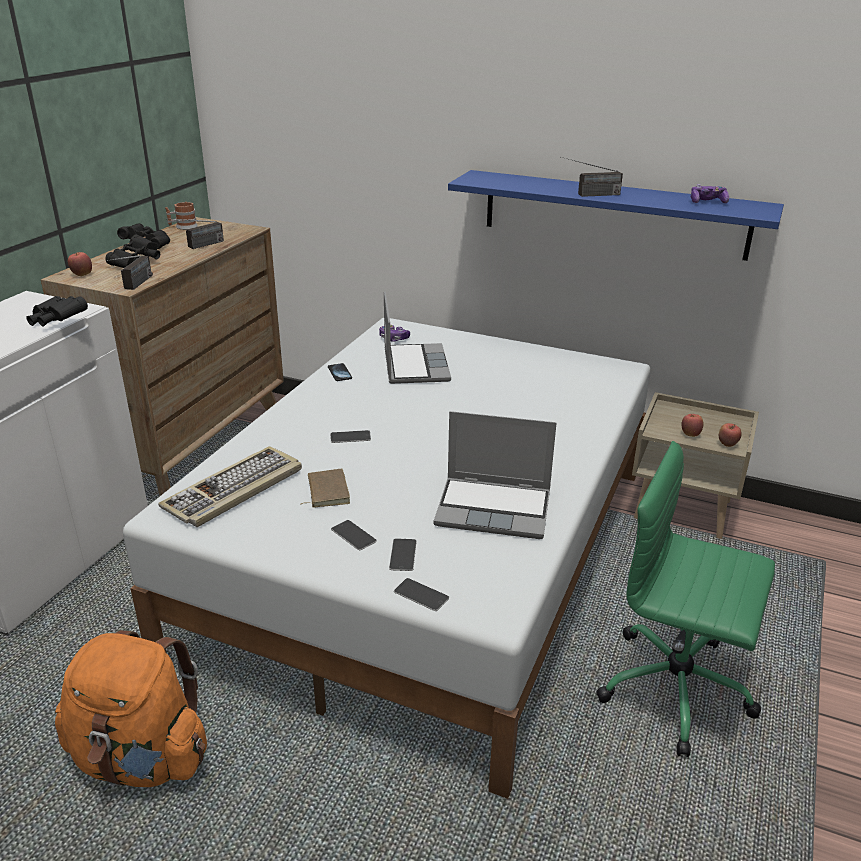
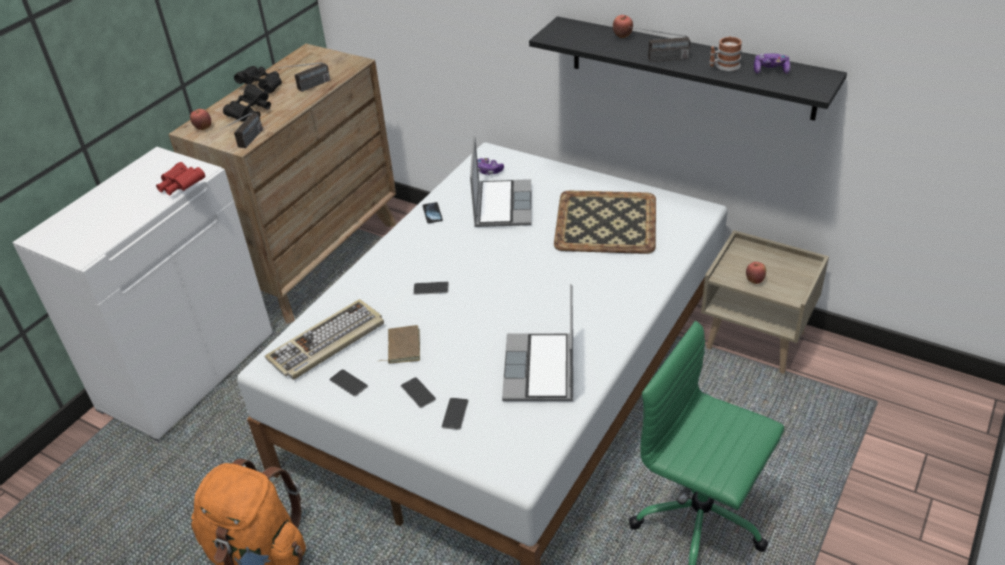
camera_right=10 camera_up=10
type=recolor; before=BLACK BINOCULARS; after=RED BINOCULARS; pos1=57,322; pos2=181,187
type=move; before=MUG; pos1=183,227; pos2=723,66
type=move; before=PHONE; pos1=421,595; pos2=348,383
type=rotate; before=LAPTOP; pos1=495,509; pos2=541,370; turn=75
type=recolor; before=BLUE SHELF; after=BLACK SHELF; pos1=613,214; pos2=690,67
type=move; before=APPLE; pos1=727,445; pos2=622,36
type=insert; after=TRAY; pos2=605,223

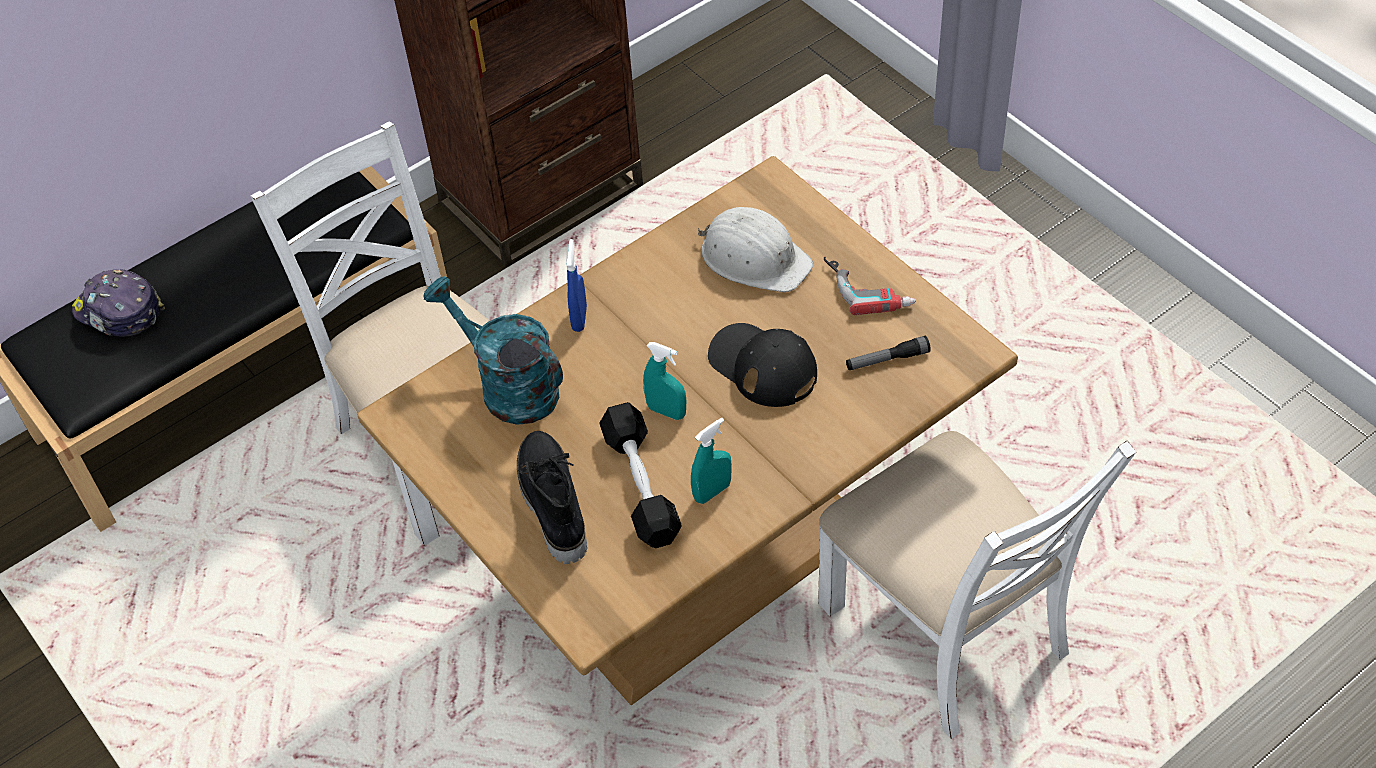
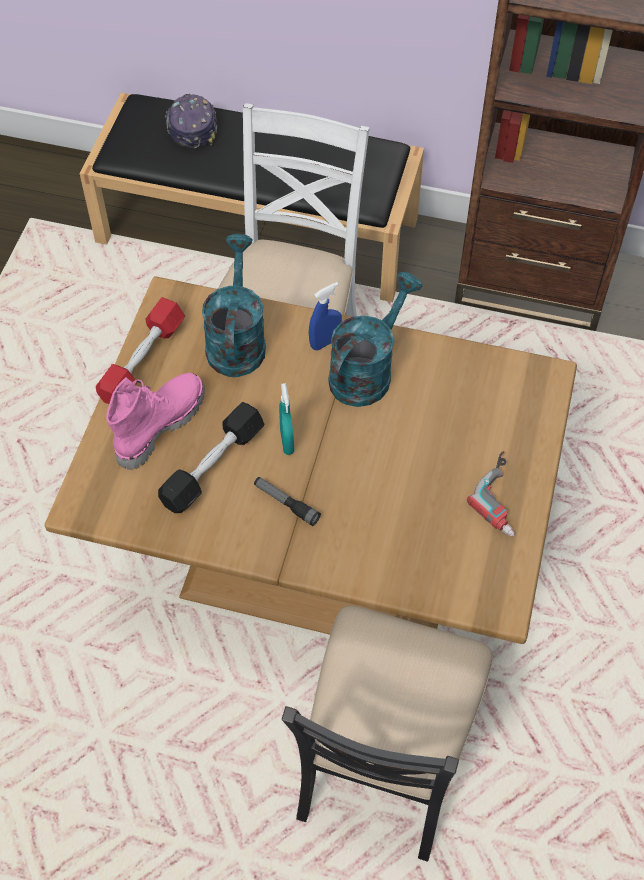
camera_right=50 camera_up=5
type=recolor; before=BLACK BOOT; after=PINK BOOT; pos1=551,504; pos2=159,425
type=delete; before=TURQUOISE SPRAY BOTTLE; pos1=712,492
type=delete; before=WHITE HARD HAT; pos1=754,257
type=delete; before=BLACK CAP; pos1=762,366
type=recolor; before=WHITE CHAIR; after=BLACK CHAIR; pos1=947,630; pos2=384,762
type=move; before=FLASHLIGHT; pos1=887,359; pos2=286,503
type=insert; after=RED DUMBBELL; pos2=143,361
type=insert; after=TURQUOISE WATERING CAN; pos2=367,371

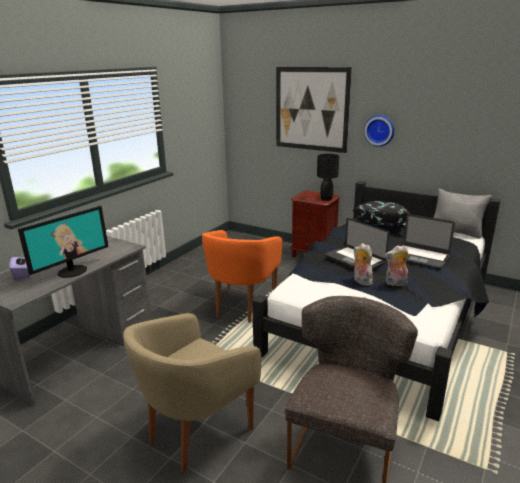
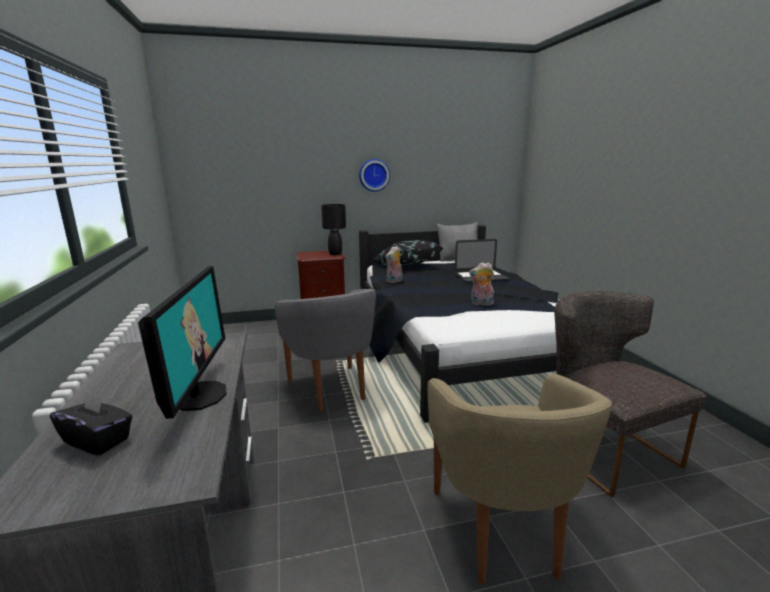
camera_right=-45 camera_up=-5
type=recolor; before=PURPLE TISSUE BOX; after=BLACK TISSUE BOX; pos1=23,274; pos2=98,440
type=recolor; before=ORANGE ARMCHAIR; after=GREY ARMCHAIR; pos1=242,306; pos2=331,389
type=delete; before=PICTURE; pos1=311,109
type=delete; before=LAPTOP; pos1=354,260
type=move; before=PLUSH TOY; pos1=395,284; pos2=394,281

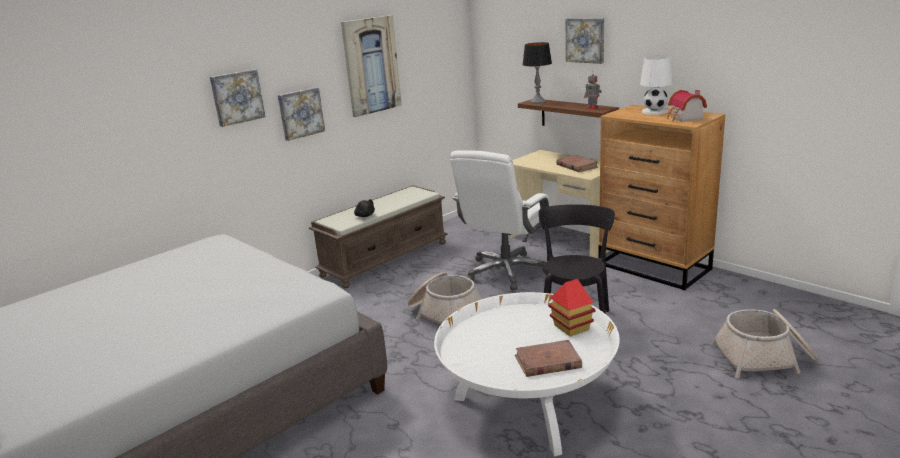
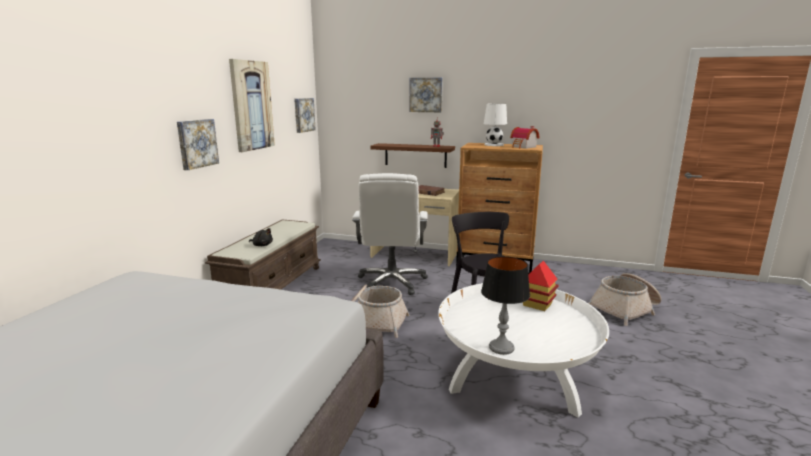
camera_right=-30 camera_up=-5
type=move; before=PICTURE; pos1=237,97; pos2=303,115
type=delete; before=BROWN BOOK; pos1=547,362
type=move; before=TABLE LAMP; pos1=537,102; pos2=501,348

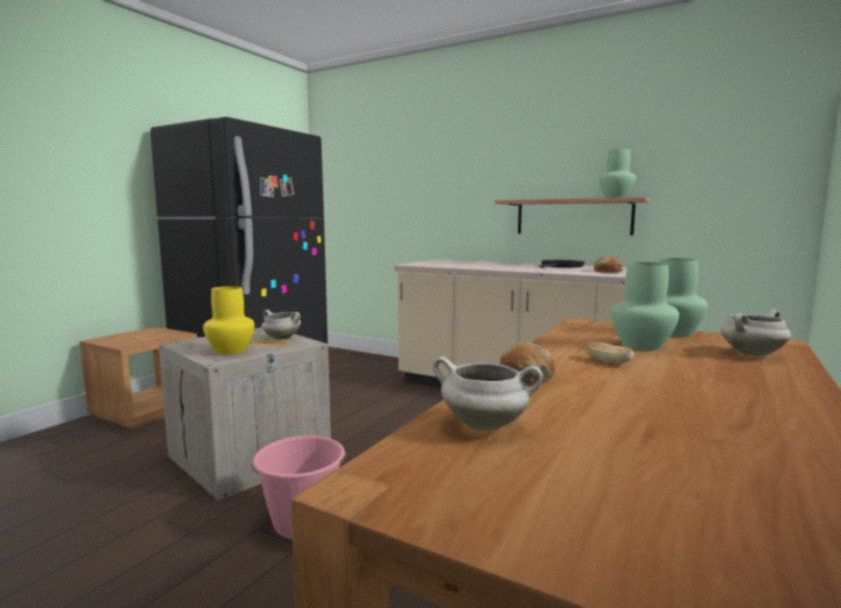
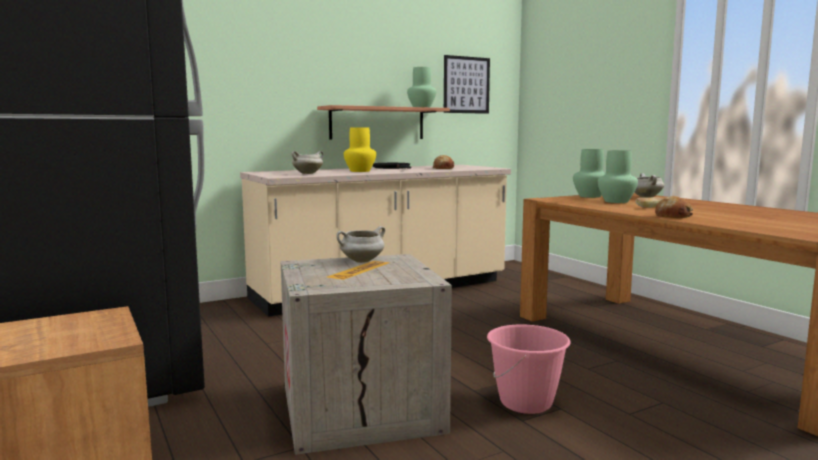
camera_right=-60 camera_up=0
type=move; before=YELLOW VASE; pos1=231,350; pos2=359,171
type=move; before=WHITE COOKING POT; pos1=486,425; pos2=308,173
type=insert; after=PICTURE; pos2=466,85

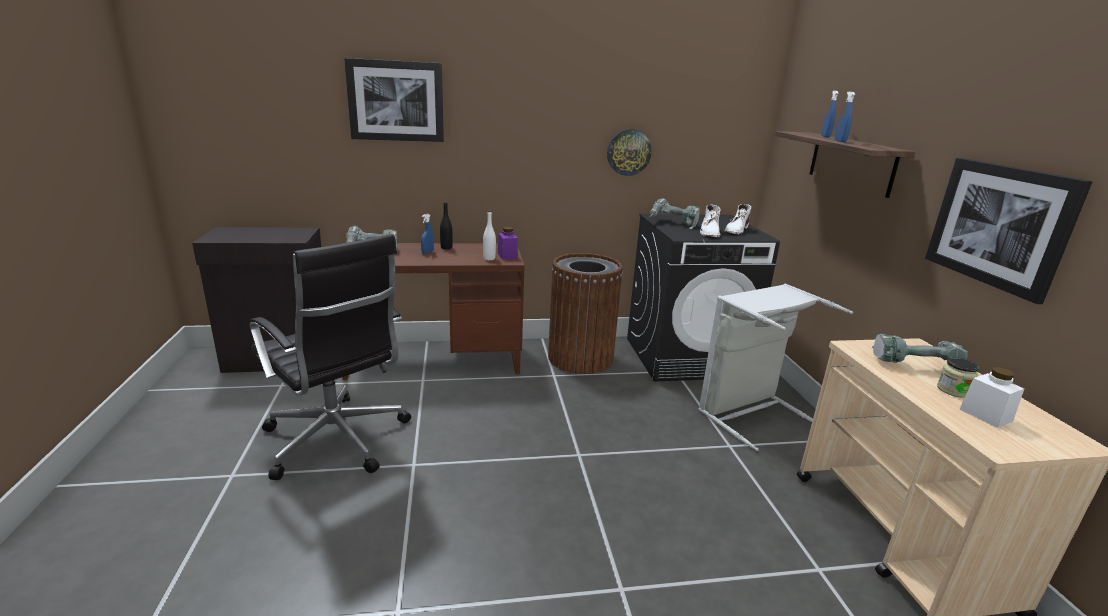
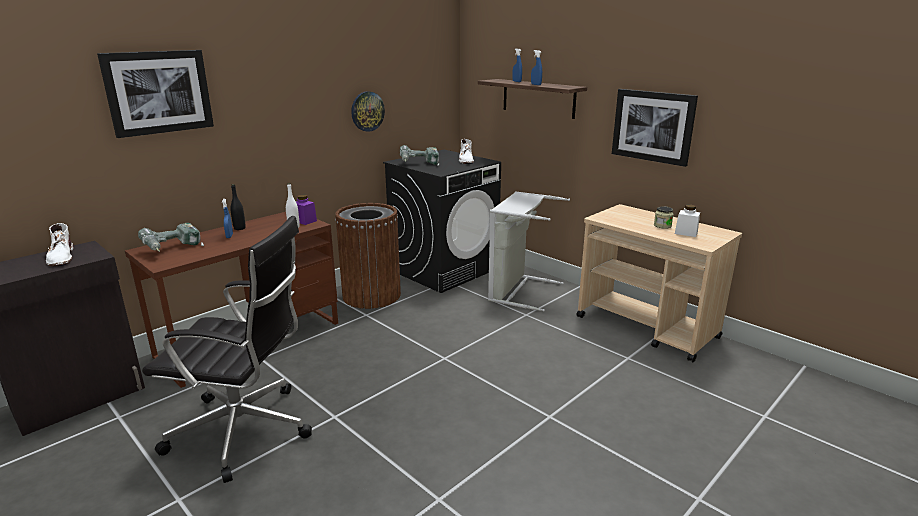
camera_right=-35 camera_up=0
type=move; before=WHITE BOOT; pos1=709,232; pos2=61,257
type=delete; before=POWER DRILL; pos1=912,363

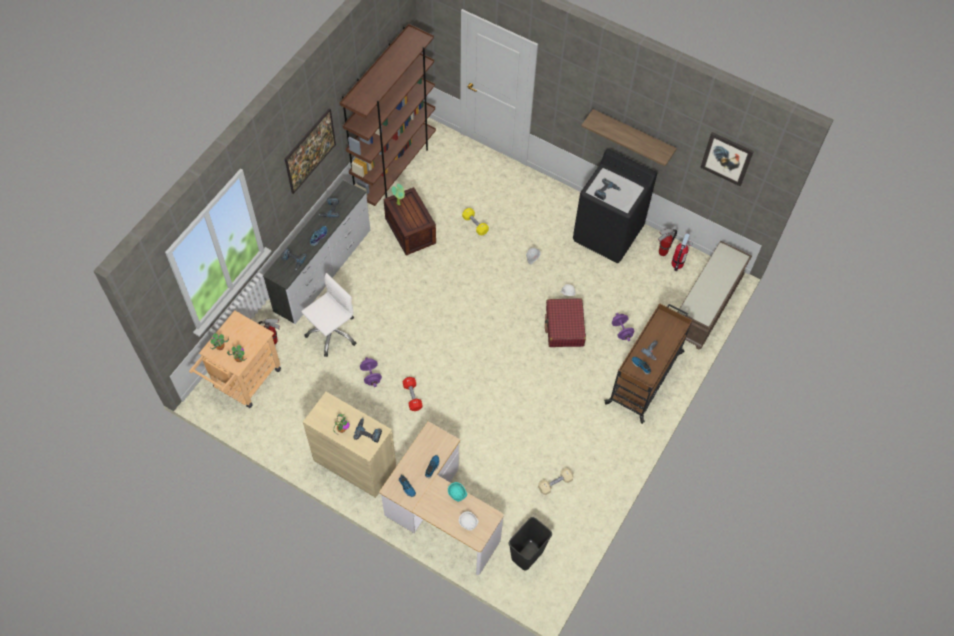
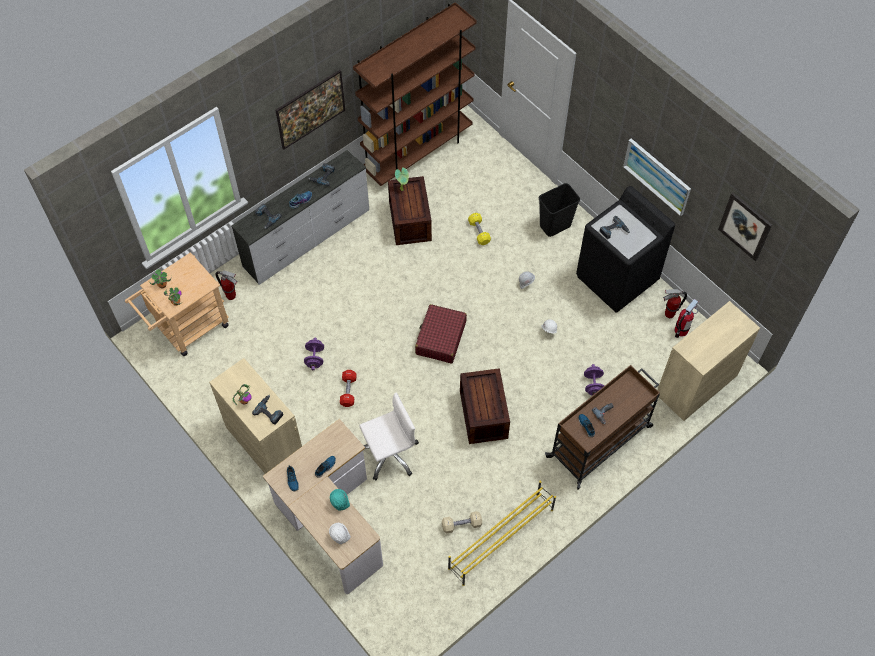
camera_right=20 camera_up=0
type=move; before=WHITE OFFICE CHAIR; pos1=332,333; pos2=389,454
type=move; before=BLACK TRASH CAN; pos1=527,555; pos2=555,226
type=move; before=RED SUITCASE; pos1=564,327; pos2=440,338
type=replace; before=SHELF; after=PICTURE; pos1=633,135; pos2=657,176
type=replace; before=BROWN BENCH; after=BEIGE CABINET; pos1=706,306; pos2=696,385
type=insert; after=YELLOW SHOE RACK; pos2=500,539
type=insert; after=CRATE; pos2=483,415

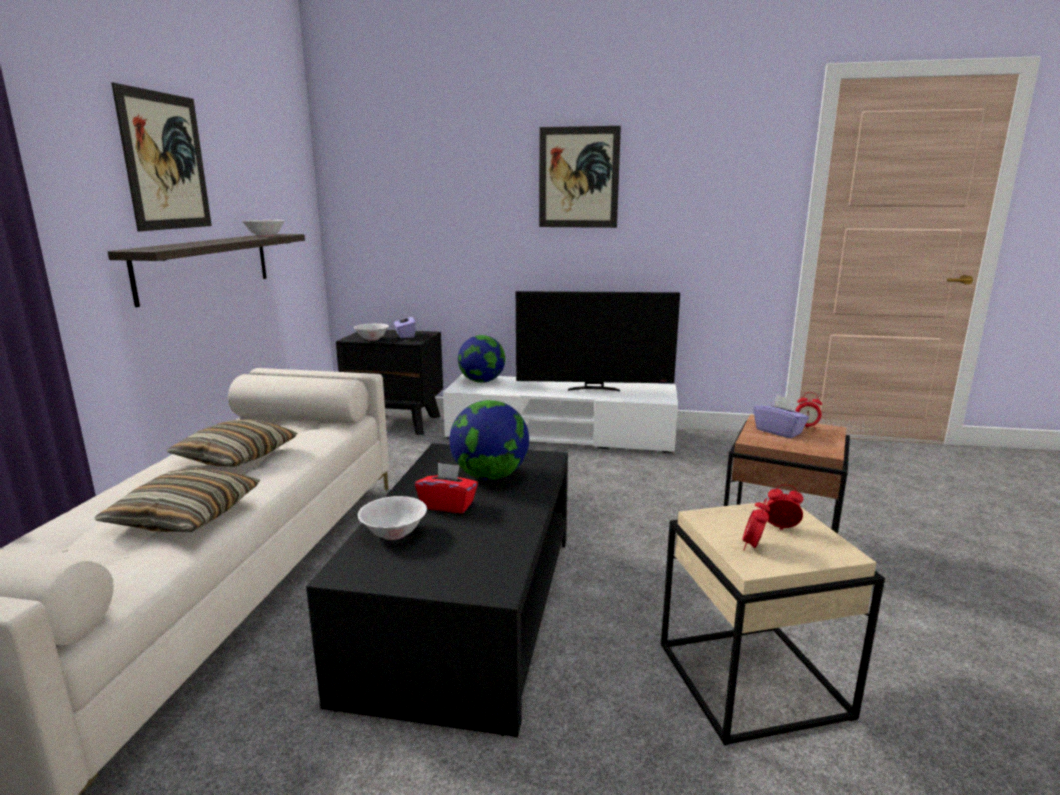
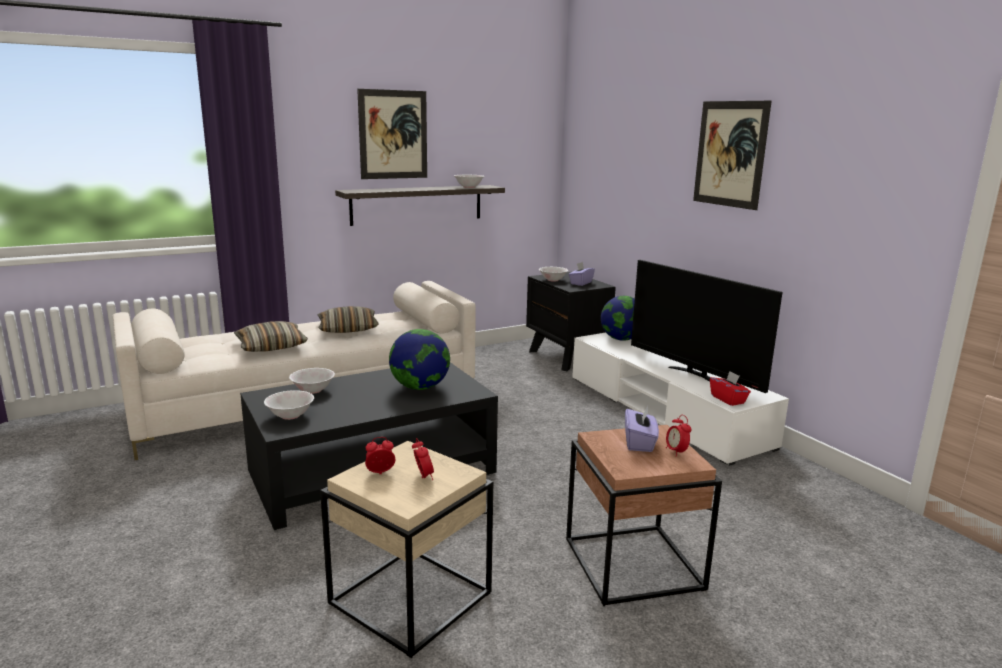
camera_right=50 camera_up=0
type=move; before=RED TISSUE BOX; pos1=448,505; pos2=728,399
type=insert; after=WHITE BOWL; pos2=290,416

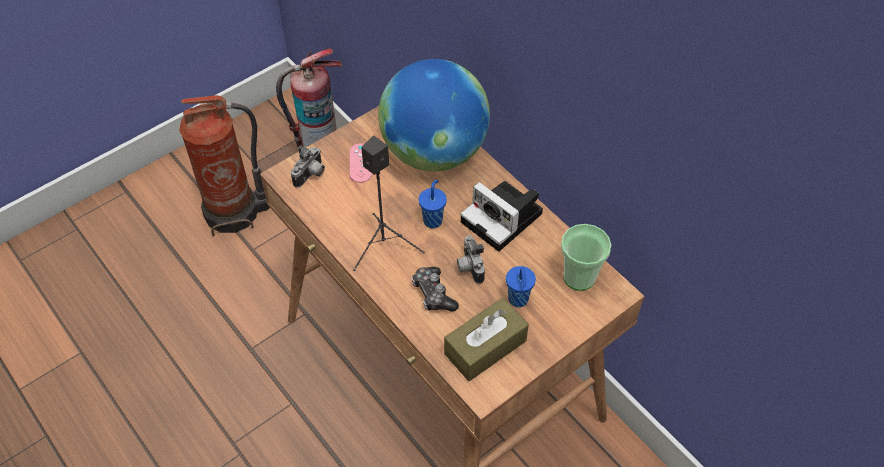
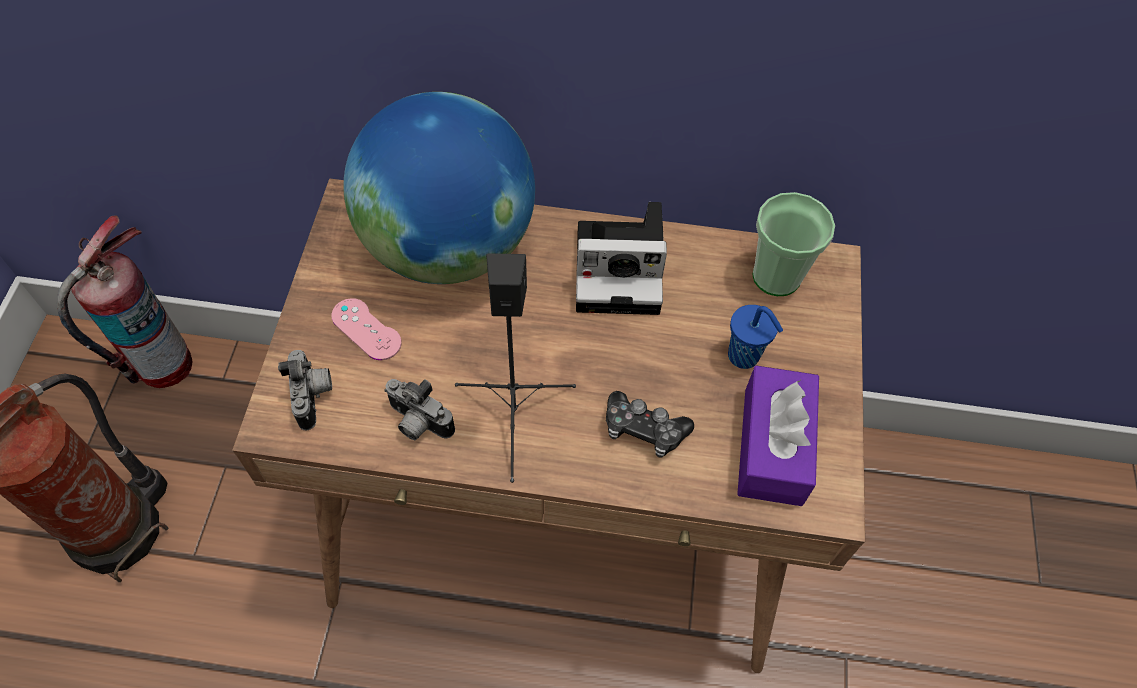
camera_right=-45 camera_up=5
type=delete; before=BLUE CUP; pos1=433,220
type=recolor; before=BROWN TISSUE BOX; after=PURPLE TISSUE BOX; pos1=485,347; pos2=773,446
type=move; before=PHOTO CAMERA; pos1=469,267; pos2=417,423

